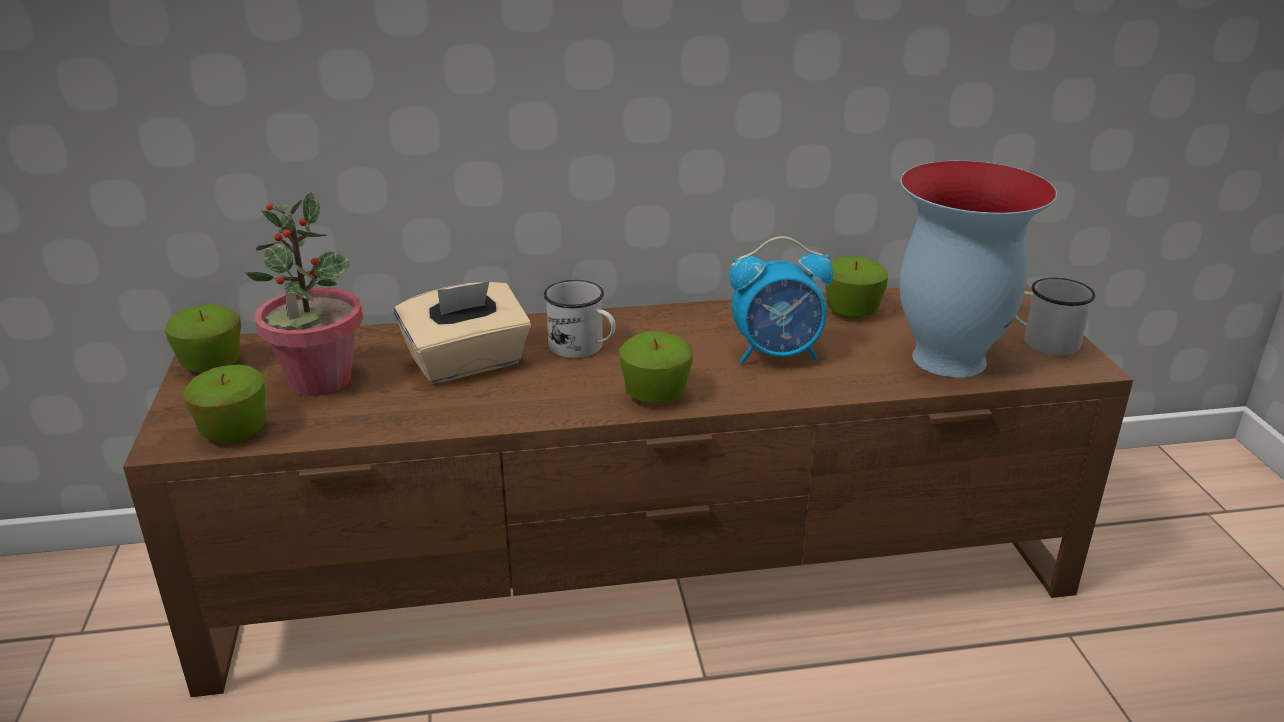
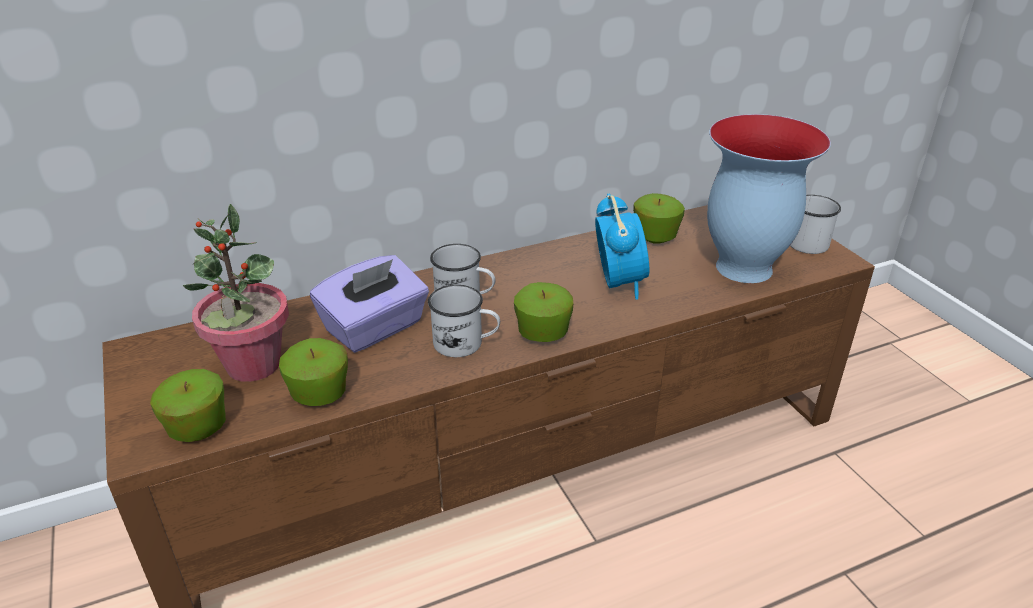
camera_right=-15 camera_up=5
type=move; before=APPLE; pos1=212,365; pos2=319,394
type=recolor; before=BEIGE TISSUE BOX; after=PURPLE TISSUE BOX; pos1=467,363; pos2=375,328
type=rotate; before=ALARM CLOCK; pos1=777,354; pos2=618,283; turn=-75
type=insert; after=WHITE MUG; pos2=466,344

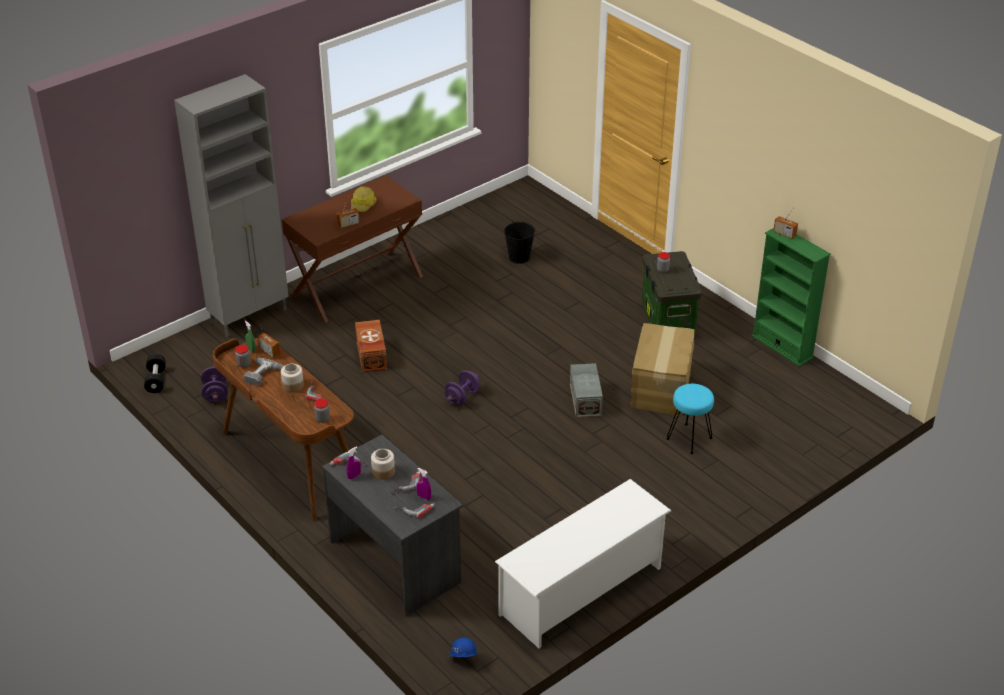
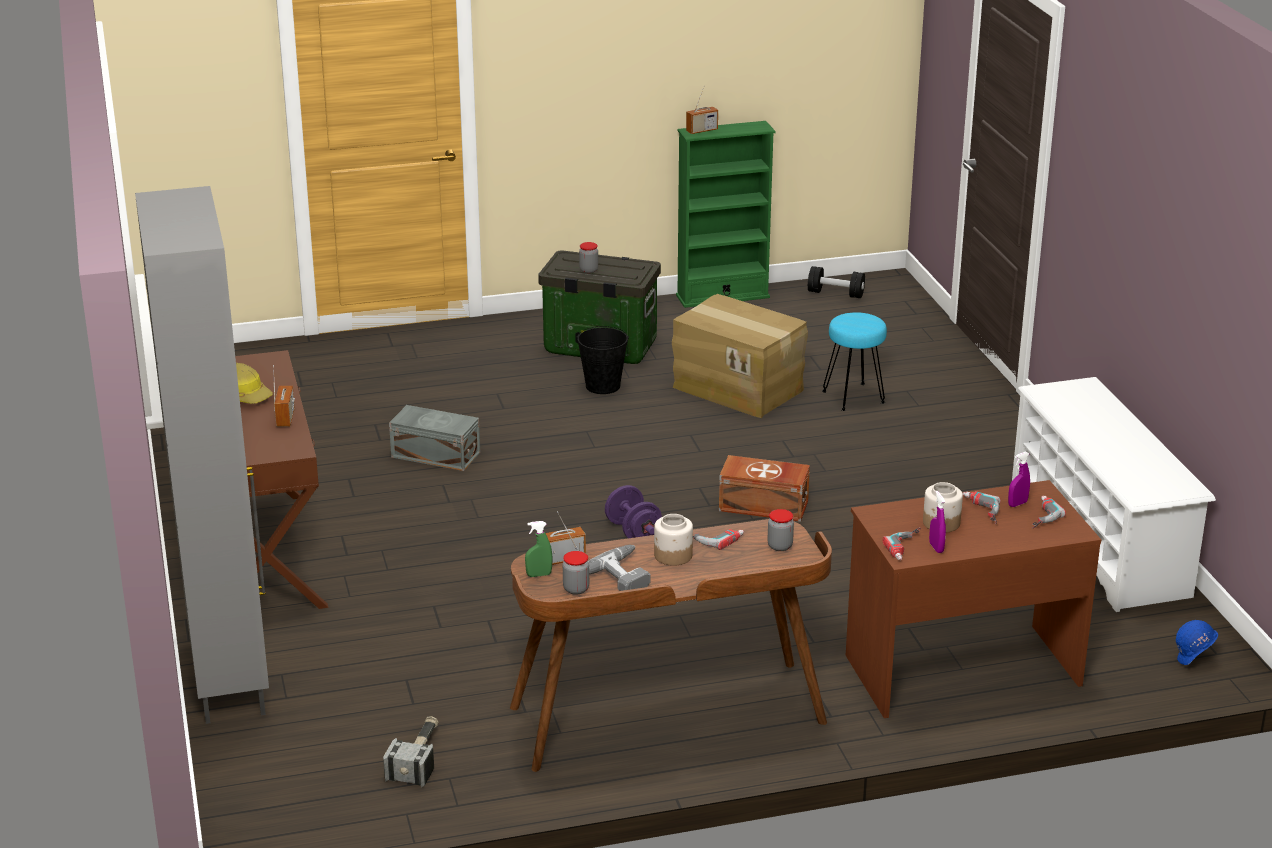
camera_right=-65 camera_up=-10
type=move; before=BLACK DUMBBELL; pos1=156,380; pos2=835,293
type=replace; before=PURPLE DUMBBELL; after=HAMMER; pos1=215,394; pos2=418,758
type=recolor; before=GREY DESK; after=BROWN DESK; pos1=395,560; pos2=960,669
type=move; before=BROWN STORAGE BOX; pos1=370,356; pos2=764,506
type=move; before=BLACK BUCKET; pos1=519,257; pos2=603,386
type=move; before=GREY STORAGE BOX; pos1=586,399; pos2=435,454

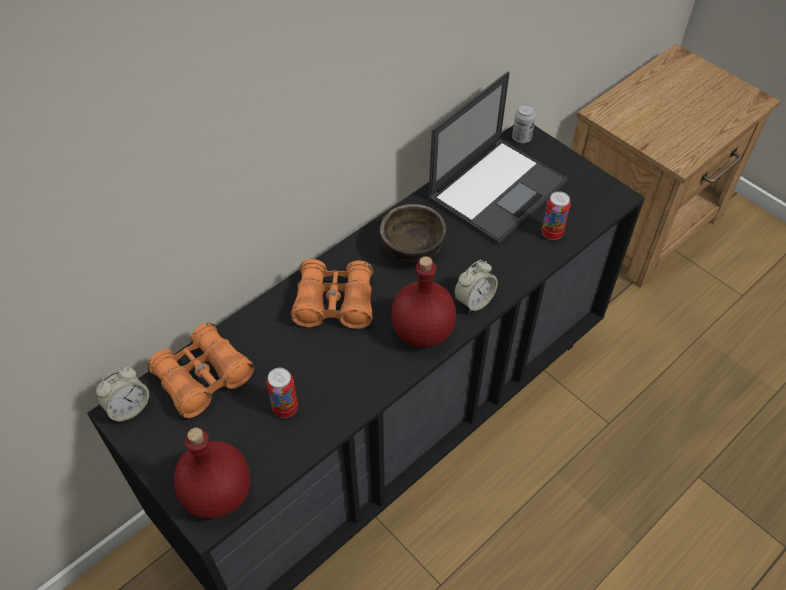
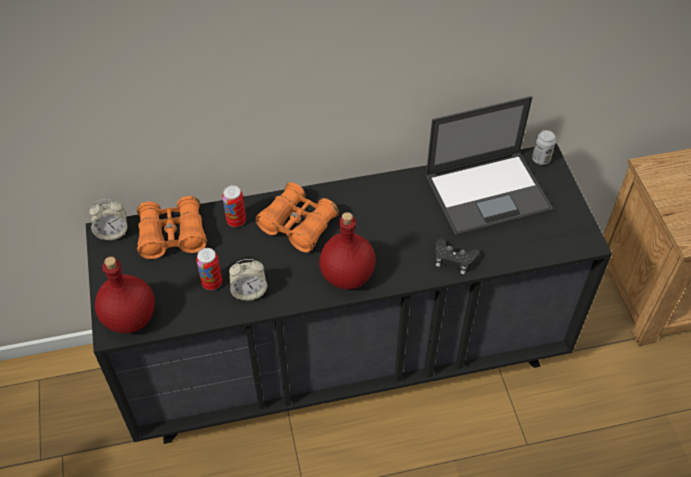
camera_right=30 camera_up=0
type=delete; before=BROWN BOWL; pos1=412,250
type=move; before=ALARM CLOCK; pos1=474,301; pos2=249,291
type=move; before=CAN; pos1=552,233; pos2=236,221
type=insert; after=BLACK GAME CONTROLLER; pos2=454,259

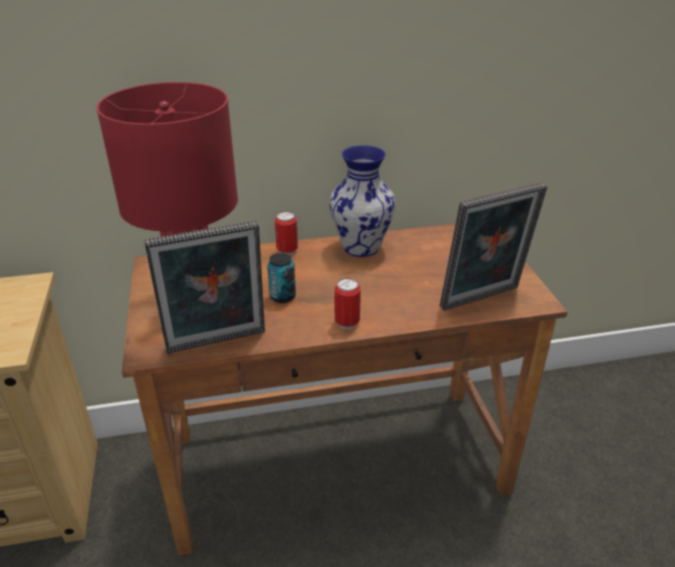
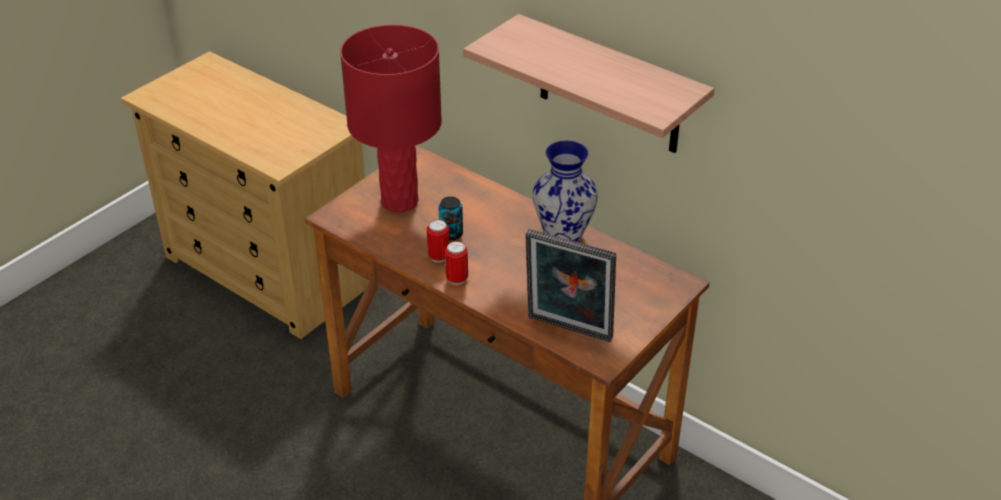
camera_right=50 camera_up=5
type=delete; before=PICTURE FRAME; pos1=217,344
type=move; before=CAN; pos1=287,251; pos2=439,257
type=insert; after=SHELF; pos2=609,86

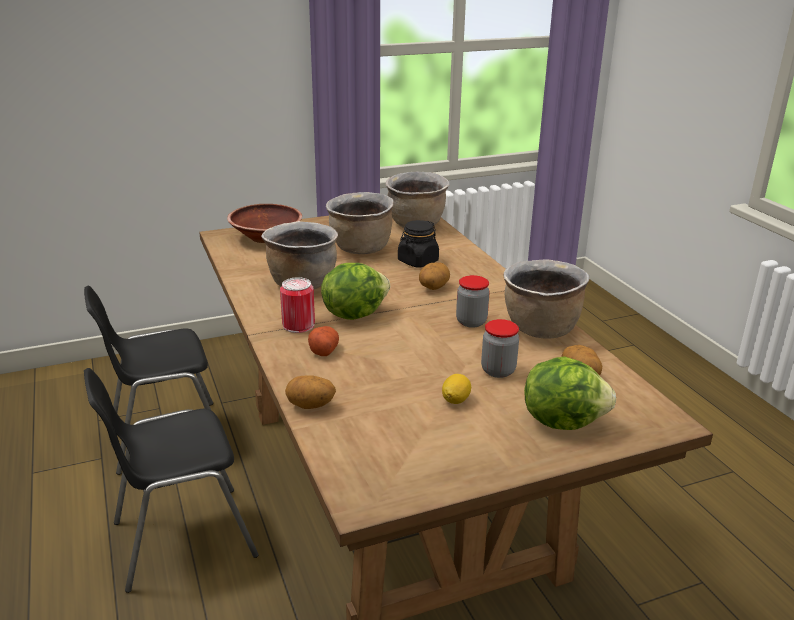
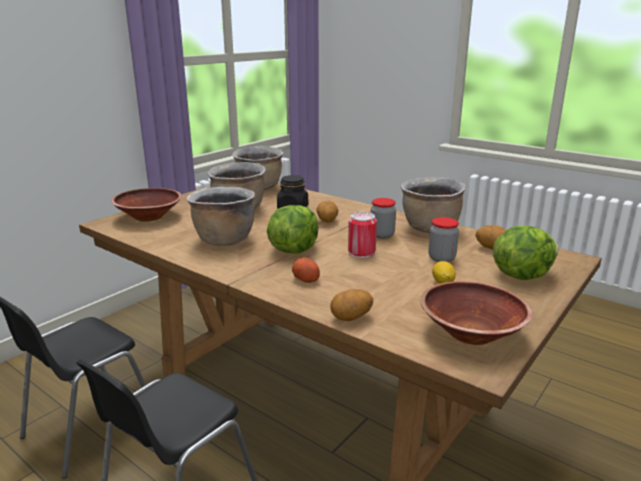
camera_right=-30 camera_up=-5
type=move; before=CAN; pos1=298,325; pos2=361,252
type=insert; after=BROWN BOWL; pos2=470,333

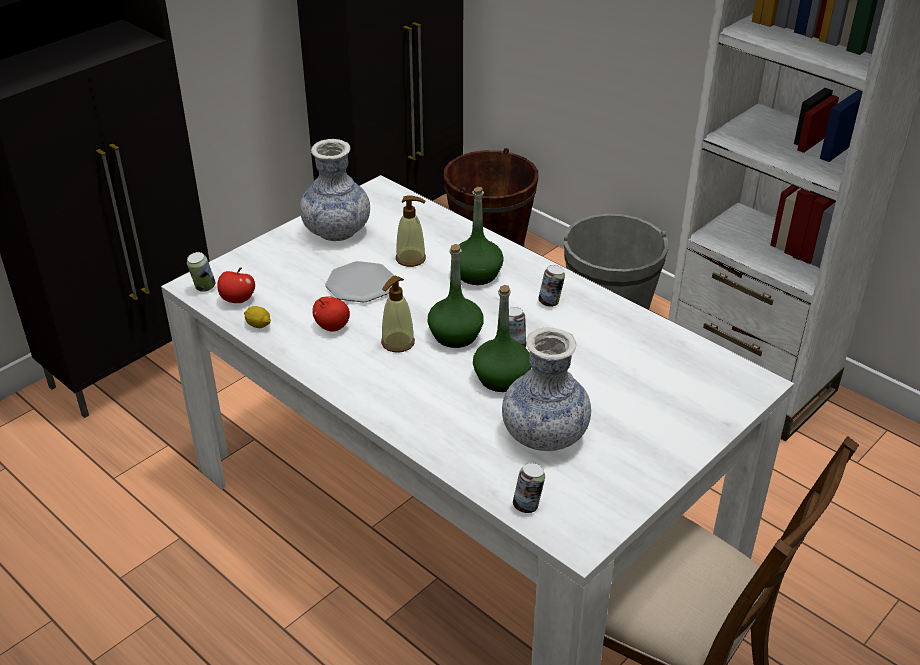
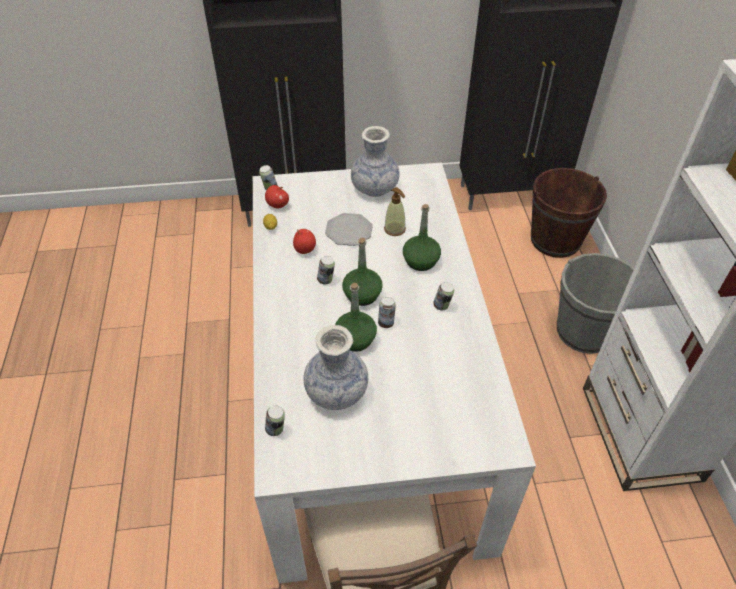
camera_right=40 camera_up=10
type=replace; before=SOAP DISPENSER; after=CAN; pos1=397,343; pos2=326,280

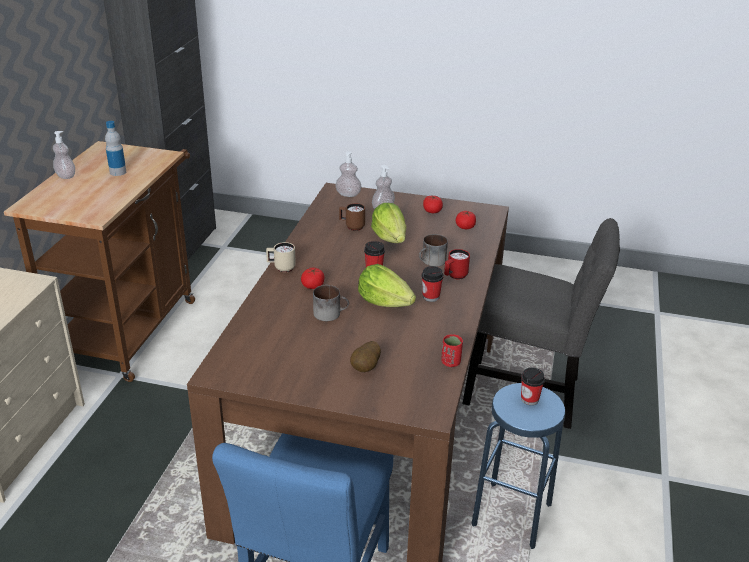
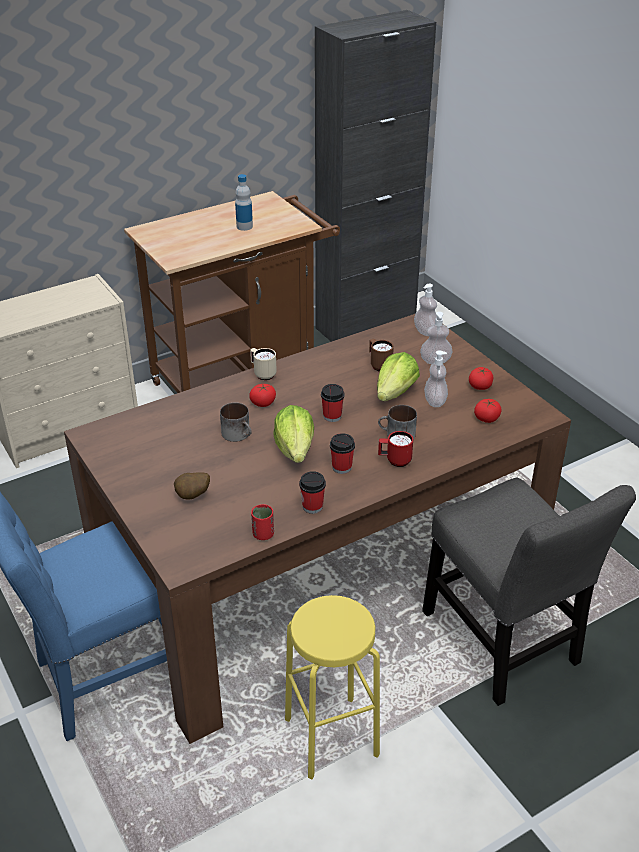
camera_right=45 camera_up=5
type=move; before=SOAP DISPENSER; pos1=65,176; pos2=435,401
type=recolor; before=BLUE STOOL; after=YELLOW STOOL; pos1=512,515; pos2=331,737
type=move; before=CUP; pos1=529,399; pos2=312,506

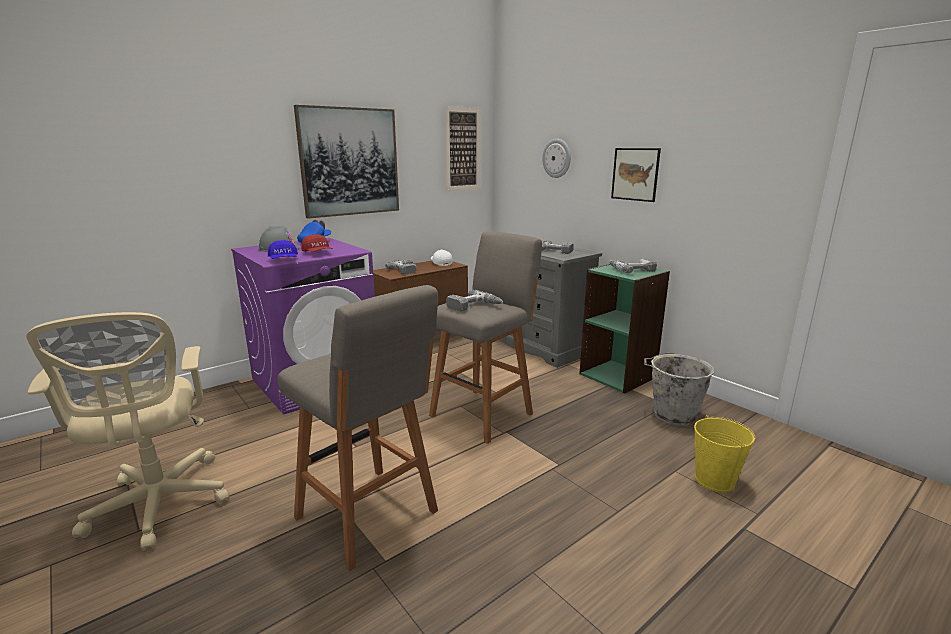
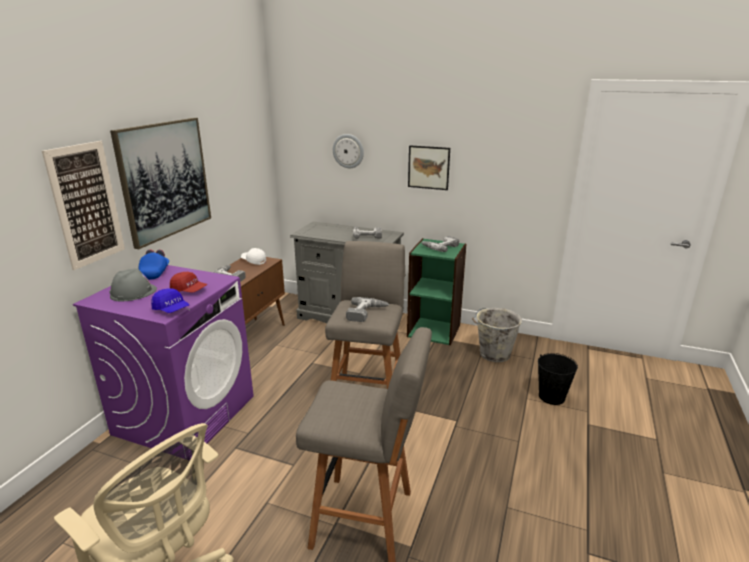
camera_right=-30 camera_up=5
type=move; before=PICTURE; pos1=462,149; pos2=86,204
type=recolor; before=YELLOW BUCKET; after=BLACK BUCKET; pos1=714,480; pos2=551,397

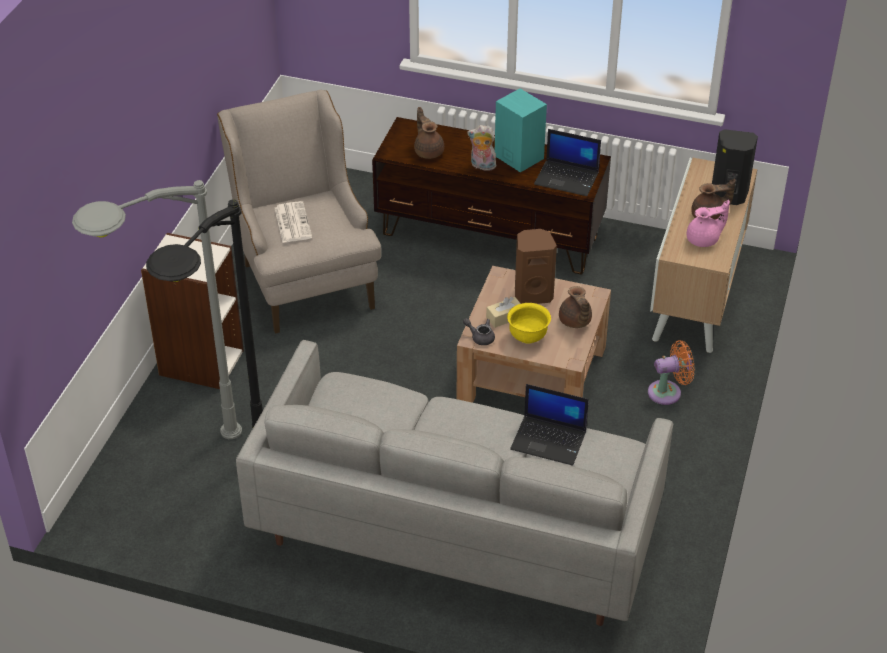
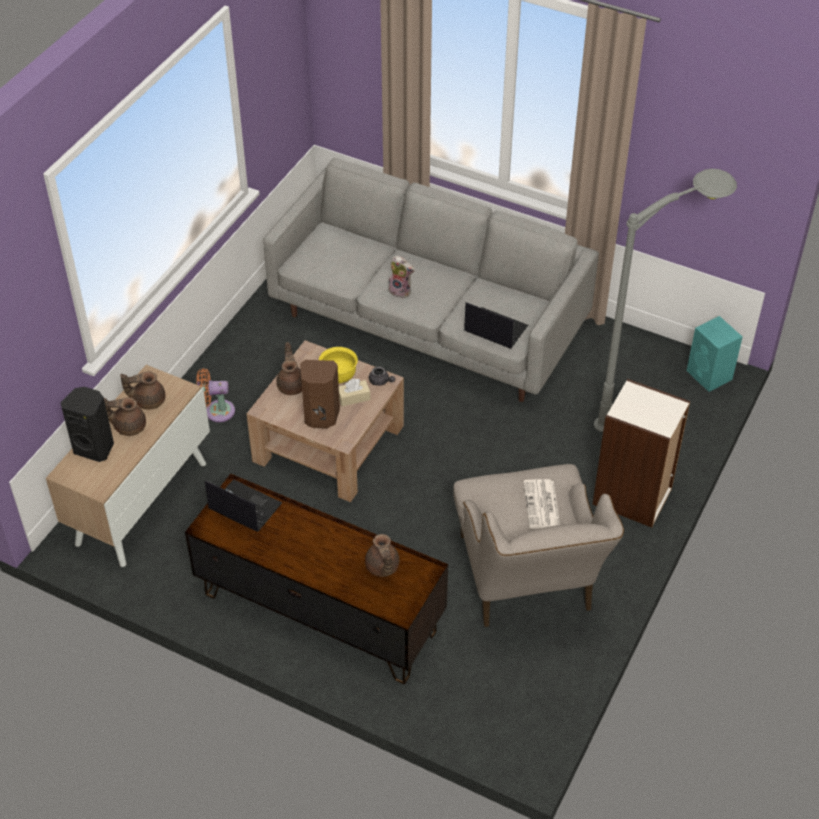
camera_right=-170 camera_up=5
type=delete; before=BLACK FLOOR LAMP; pos1=226,499
type=move; before=PLUSH TOY; pos1=482,166; pos2=401,291
type=move; before=TURQUOISE SPEAKER; pos1=518,156; pos2=710,376
type=move; before=LAPTOP; pos1=549,440; pos2=494,329
type=recolor; before=PINK TEAPOT; after=BROWN TEAPOT; pos1=704,240; pos2=148,400

